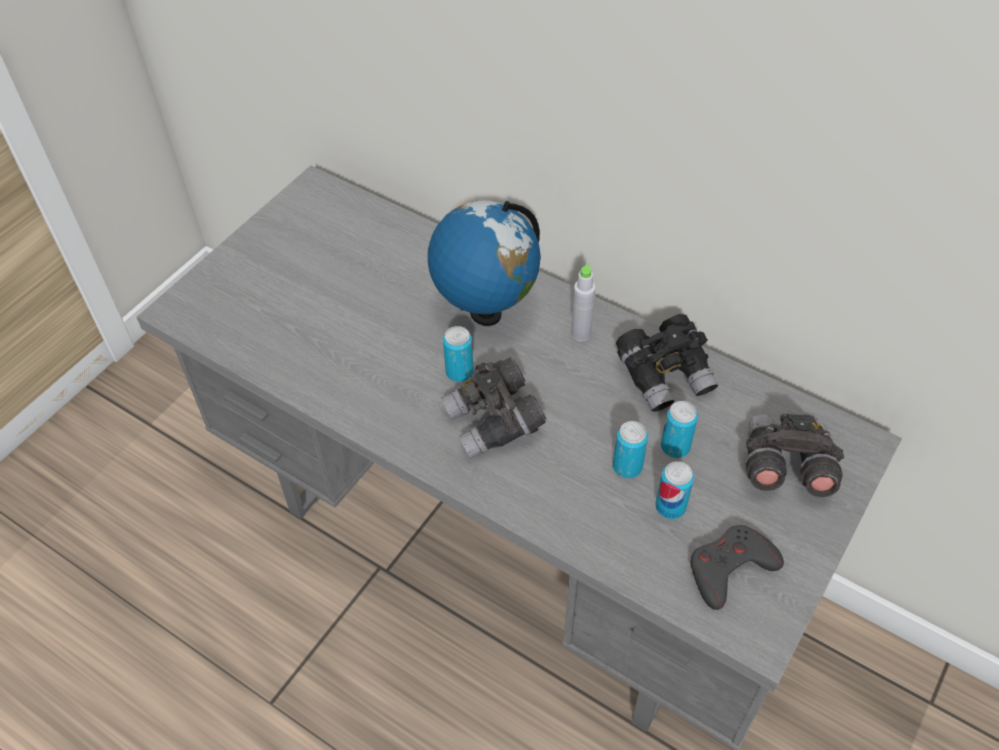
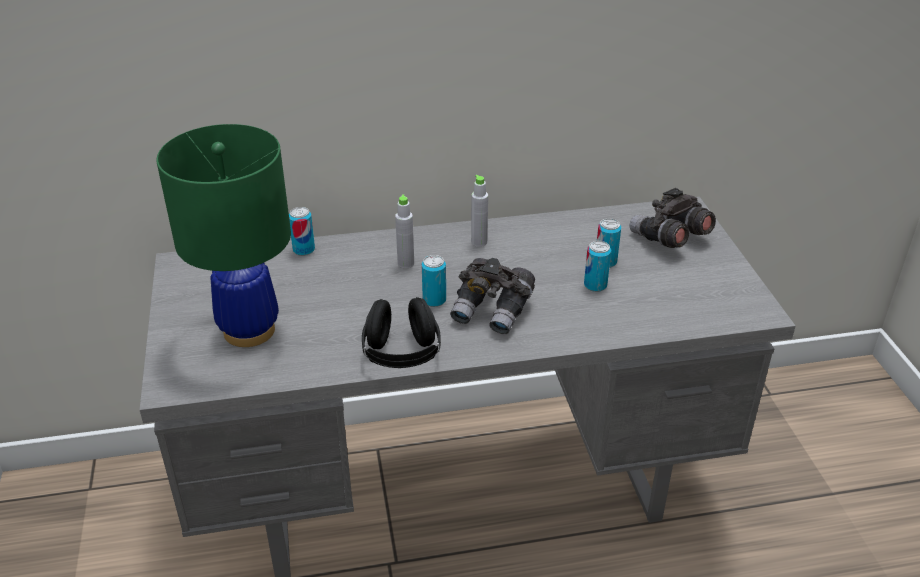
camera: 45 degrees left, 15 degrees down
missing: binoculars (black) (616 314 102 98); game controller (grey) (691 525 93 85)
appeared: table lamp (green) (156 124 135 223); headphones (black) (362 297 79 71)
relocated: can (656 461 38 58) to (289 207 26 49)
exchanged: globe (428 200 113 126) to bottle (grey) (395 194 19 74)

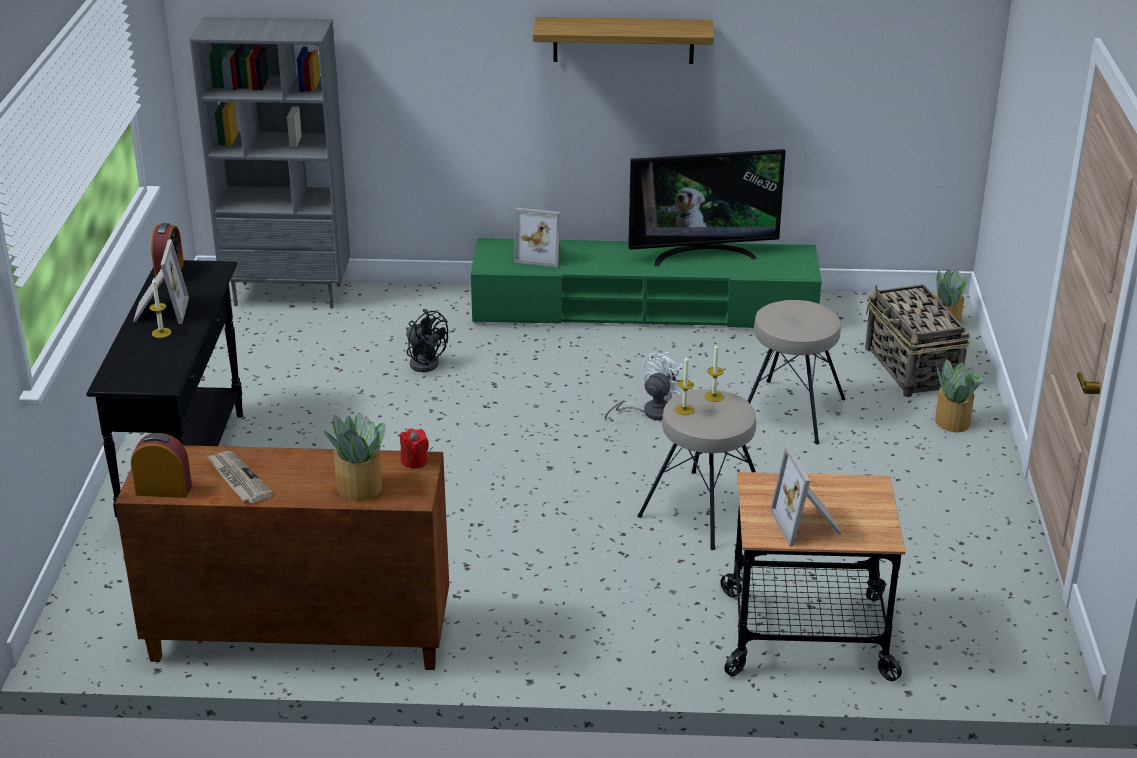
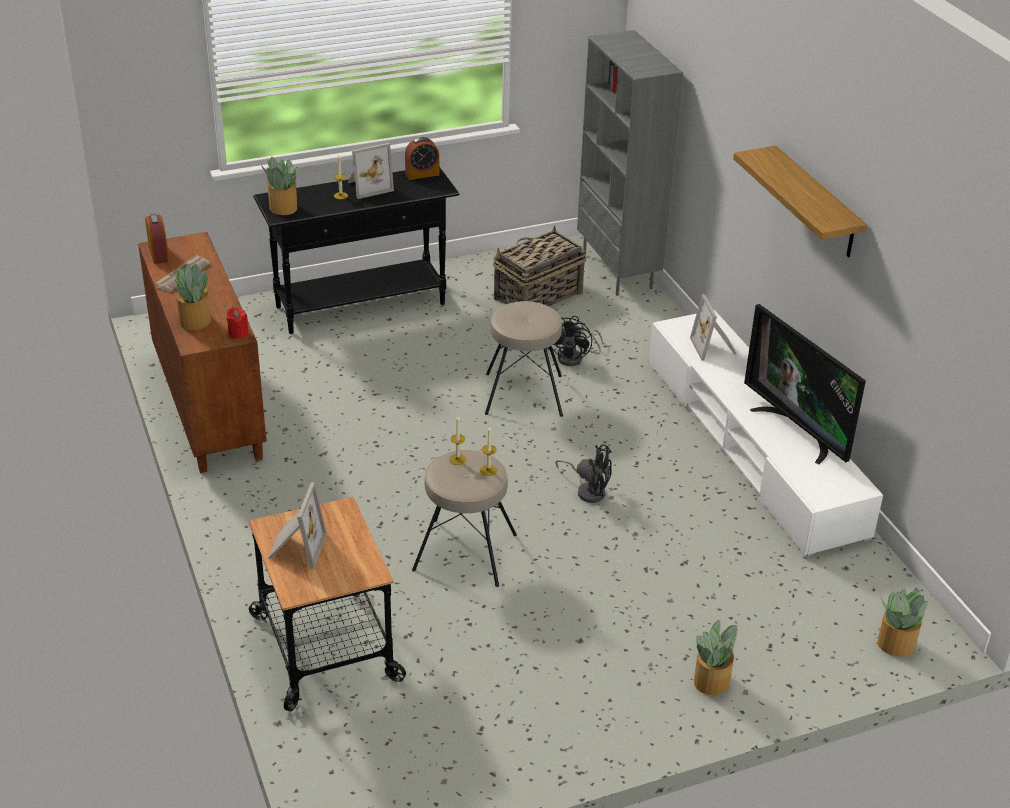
camera: 65 degrees right, 5 degrees up
appeared: potted plant (261 157 37 58)
relocated: stool (beige) (747 300 99 144) to (485 301 78 116); basket (865 284 105 113) to (493 225 93 81)
colour: tv stand (green) (471 238 350 90) to tv stand (white) (649 310 234 247); fan (white) (605 352 84 69) to fan (black) (555 444 57 59)
spun: picture frame (770 446 72 101) = (268 483 59 86) 135 degrees clockwise

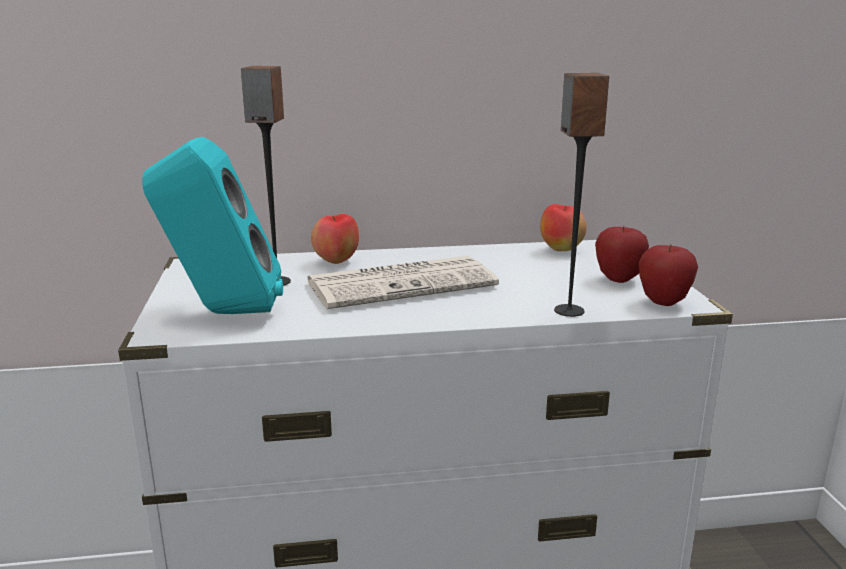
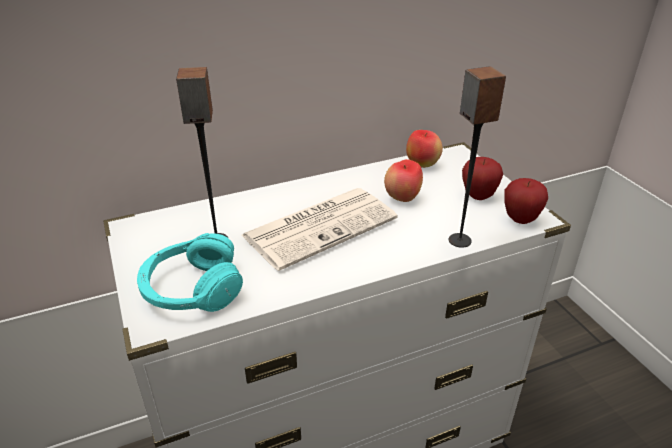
camera: 15 degrees left, 15 degrees up
relocated: apple (311 214 48 50) to (384 159 39 43)
exchanged: speaker (turquoise) (142 137 141 177) to headphones (turquoise) (137 233 106 79)

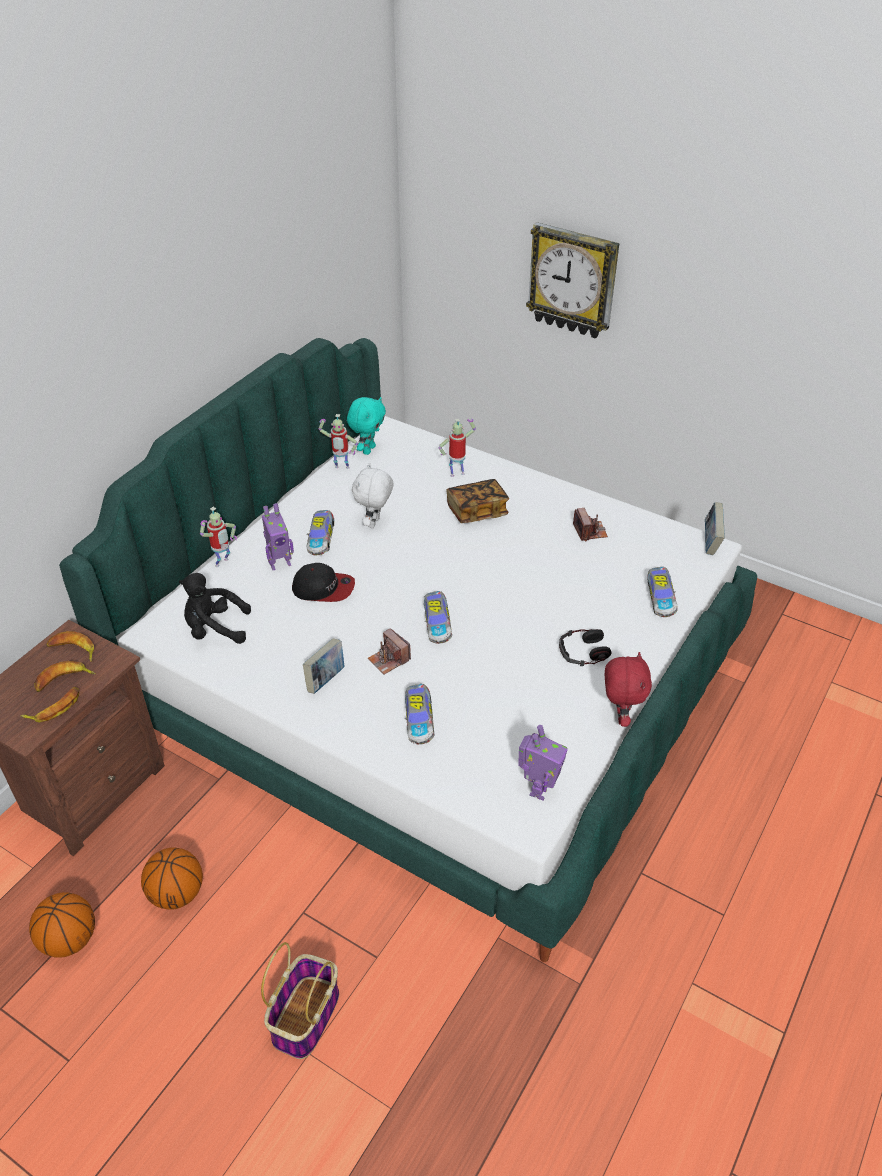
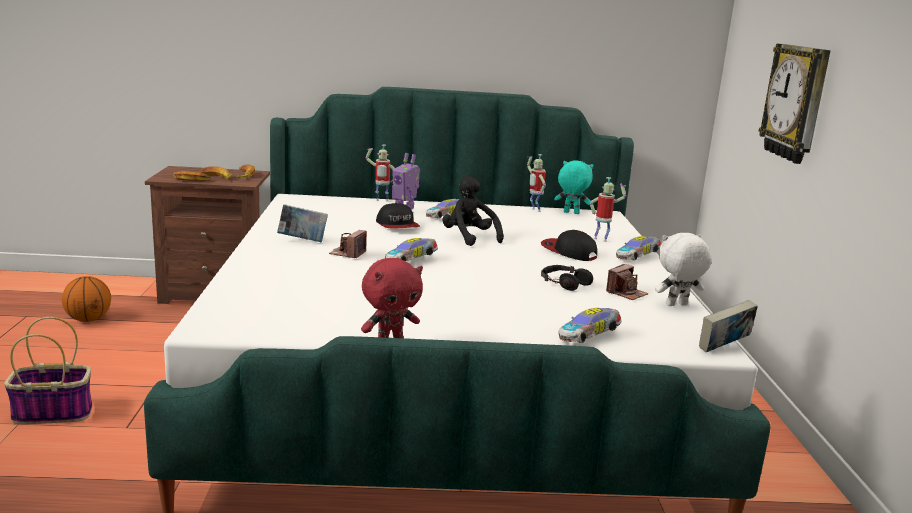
camera: 55 degrees right, 25 degrees down
missing: basketball (141 847 62 63); toy robot (518 725 50 75)
relocated: plush toy (black) (179 573 72 71) to (442 176 62 70); plush toy (white) (352 463 41 65) to (655 233 57 73); toy car (405 684 29 61) to (616 236 45 24); headphones (559 629 52 37) to (541 265 52 26)
exchanged: book (446 479 63 44) to cap (541 230 56 31)
spun: plush toy (turquoise) (347 397 39 58) = (554 160 40 54) 150 degrees counterclockwise

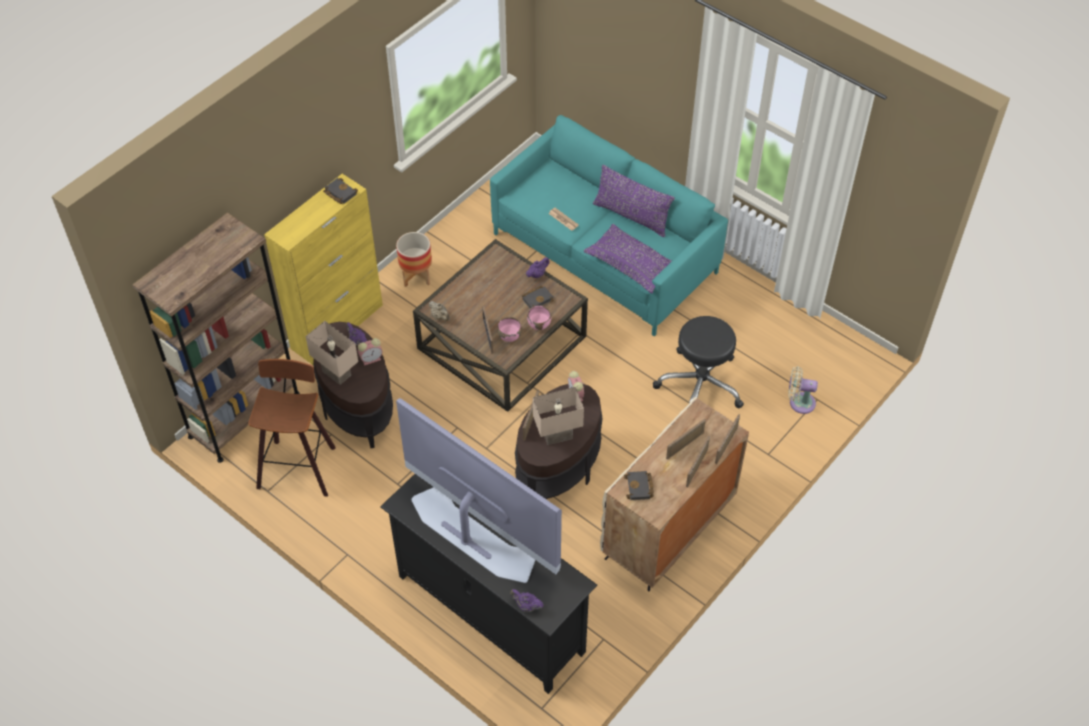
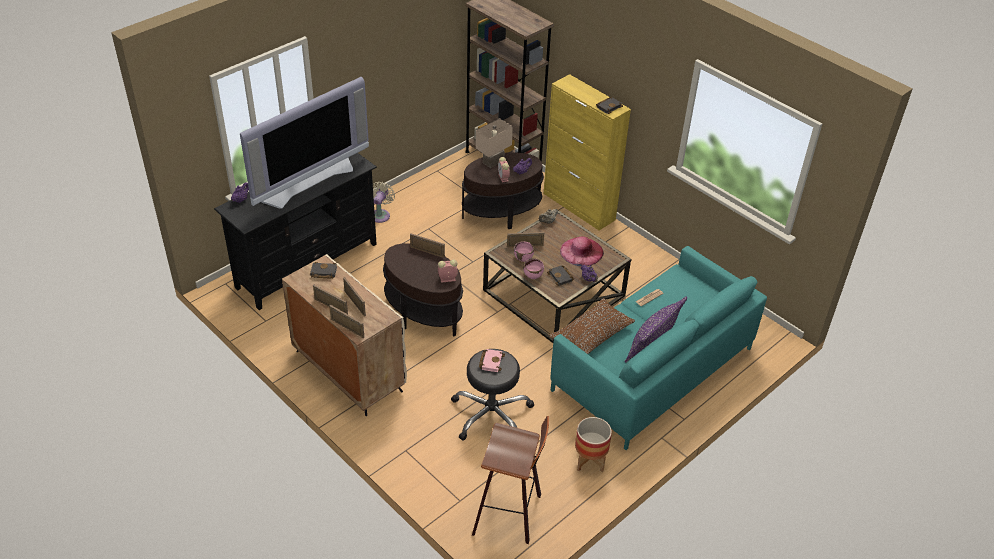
camera: 95 degrees right, 10 degrees down
missing: table lamp (beige) (533 387 51 58)
appeared: book (pink) (479 349 26 23); hat (pink) (560 236 44 30)
relocated: stool (248 359 88 138) to (472 416 77 128); planter (396 232 36 55) to (575 417 37 55); fan (beige) (788 366 30 48) to (373 182 22 41)
colour: pillow (purple) (584 224 88 70) to pillow (brown) (549 298 86 56)

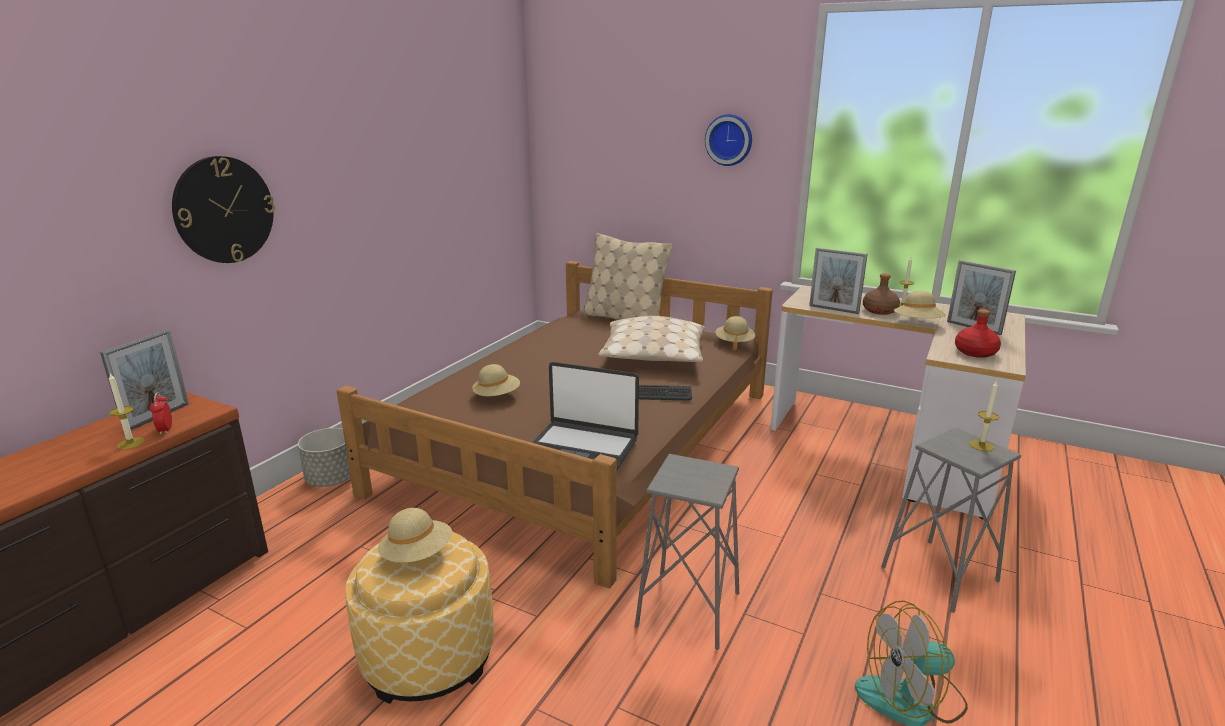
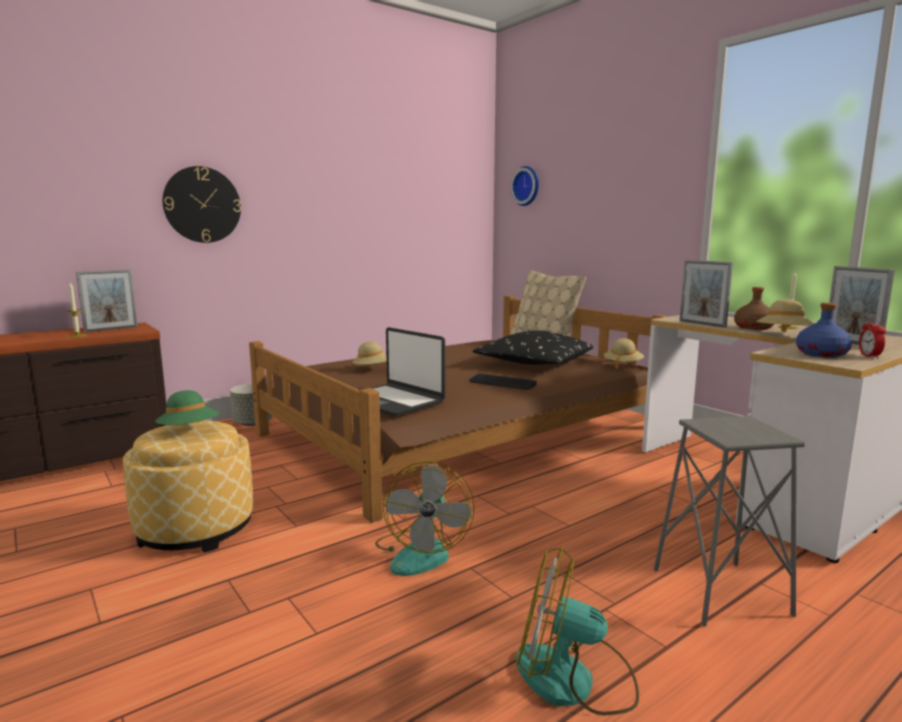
camera: 25 degrees right, 10 degrees down
missing: candle (969 380 30 72)
relocated: alarm clock (150 392 22 43) to (859 318 27 41); wall clock (705 114 47 52) to (511 166 28 40)
exchanged: stool (grey) (635 454 104 196) to fan (375 461 99 115)
colour: hat (beige) (378 508 74 54) to hat (green) (155 390 64 35); pillow (beige) (598 316 107 46) to pillow (black) (472 330 122 35); bottle (red) (955 309 46 49) to bottle (blue) (796 303 56 55)

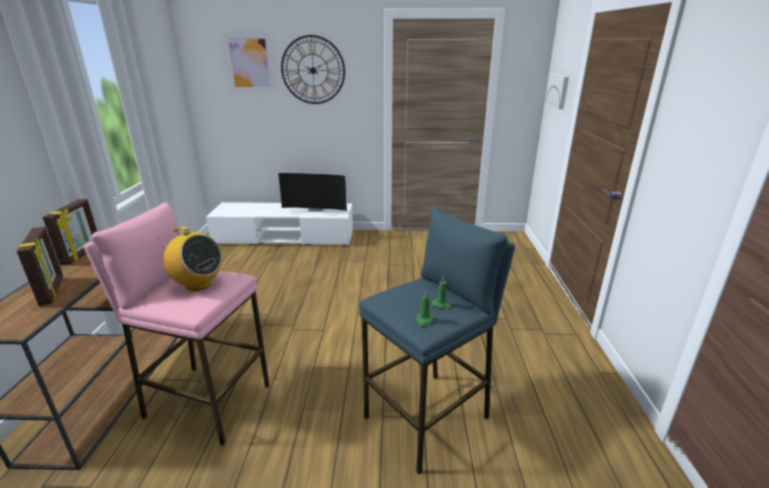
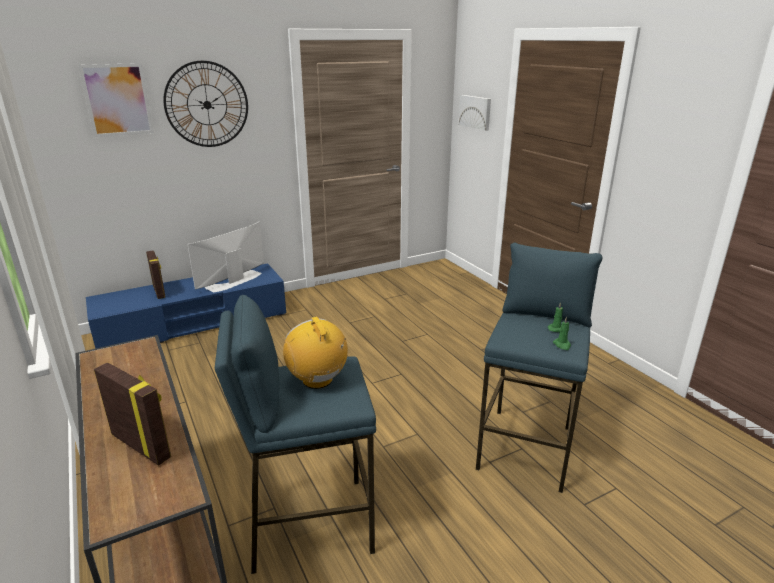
camera: 30 degrees left, 0 degrees up
relocated: picture frame (43 199 55 66) to (146 251 19 48)
colour: stool (pink) (84 202 186 244) to stool (blue) (215 295 161 279); tv stand (white) (206 202 147 44) to tv stand (blue) (86 263 200 86)
spun: radio (158 227 64 64) = (283 317 65 72) 120 degrees counterclockwise; television (278 173 69 43) = (187 222 77 70) 150 degrees clockwise

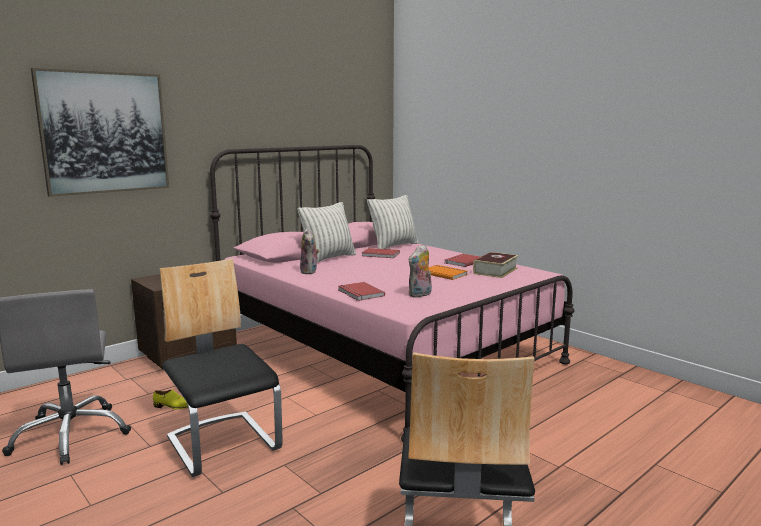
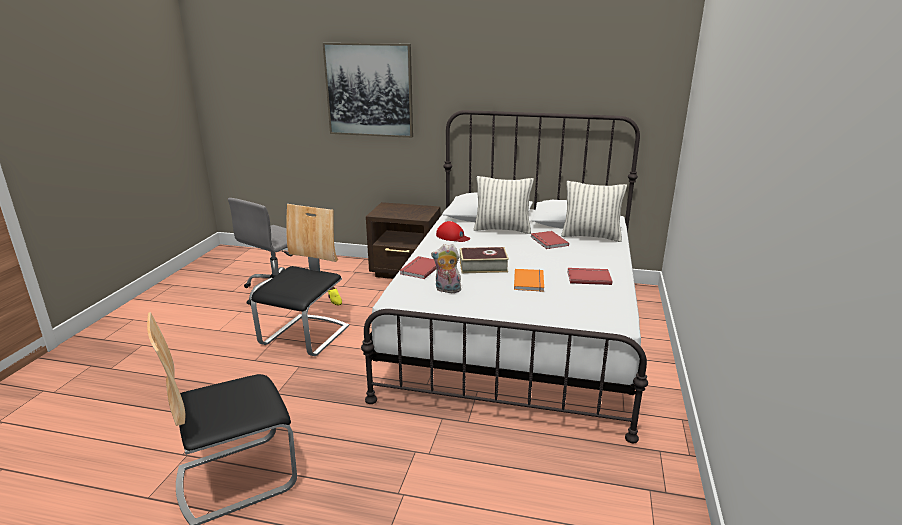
camera: 55 degrees right, 10 degrees up
relocated: book (473 252 45 26) to (460 247 49 26)
exchanged: plush toy (300 228 19 46) to cap (red) (436 221 35 21)
colour: bed (pink) (210 145 365 297) to bed (white) (361 110 287 333)

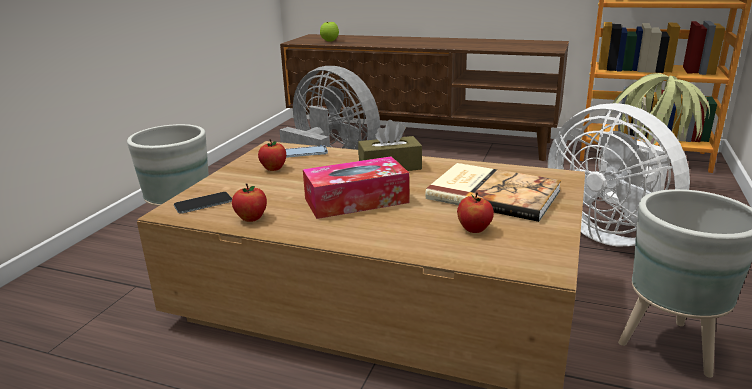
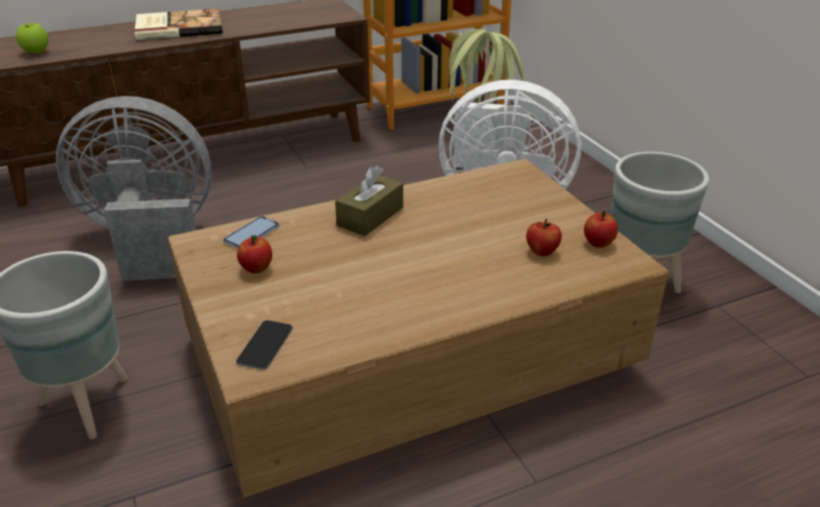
camera: 45 degrees left, 10 degrees up
missing: tissue box (303 156 106 63)
relocated: apple (232 184 35 38) to (584 211 34 37); book (425 163 136 59) to (135 8 88 32)

